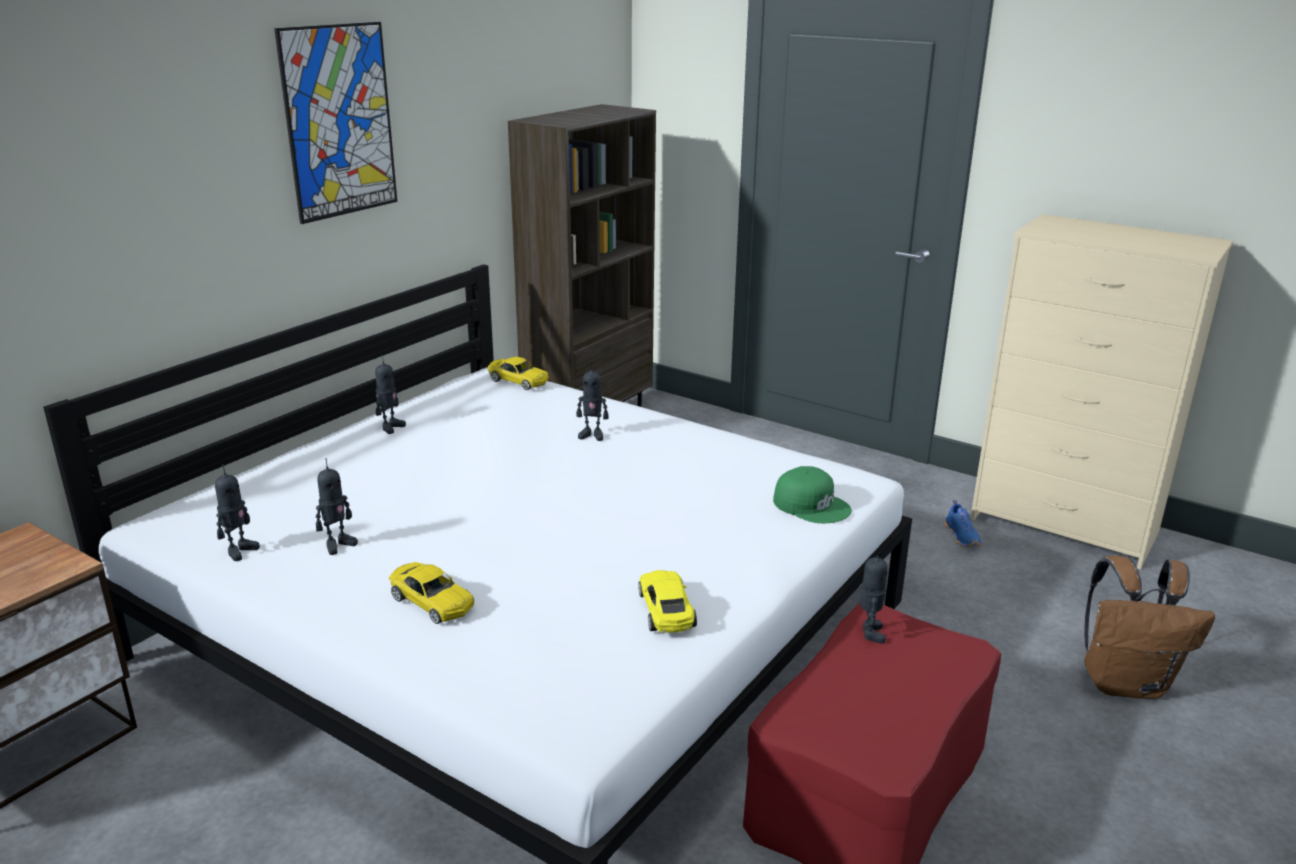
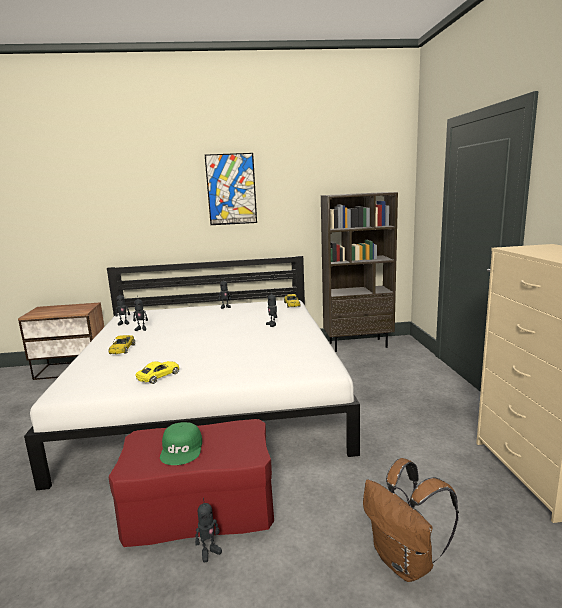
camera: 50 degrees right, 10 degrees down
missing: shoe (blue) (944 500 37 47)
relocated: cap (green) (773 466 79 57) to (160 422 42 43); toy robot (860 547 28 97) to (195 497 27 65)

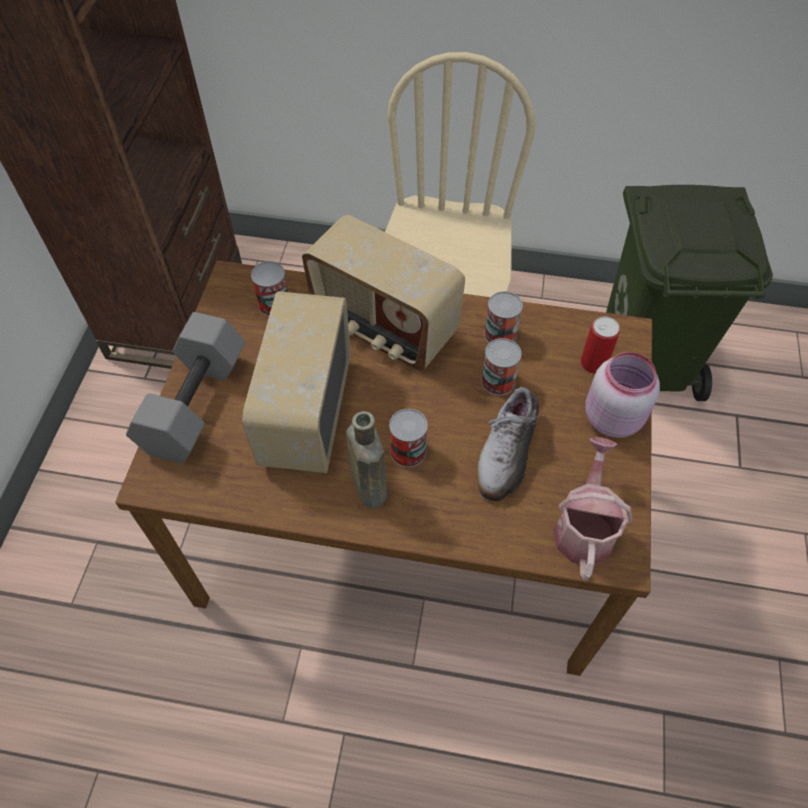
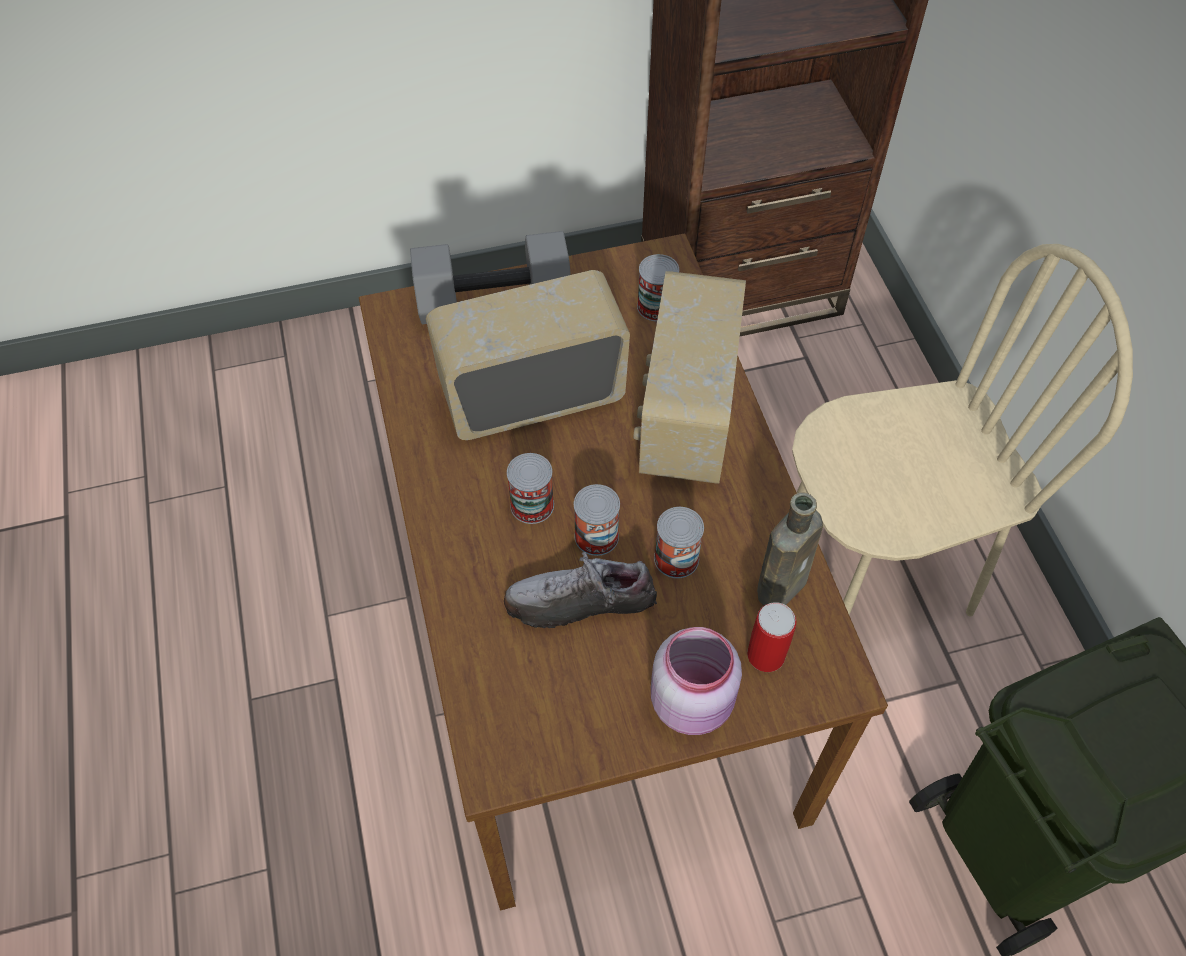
camera: 65 degrees right, 0 degrees up
missing: watering can (553 437 79 144)
relocated: bottle (brown) (346 411 41 98) to (757 492 66 113); can (484 291 39 52) to (574 484 46 72)

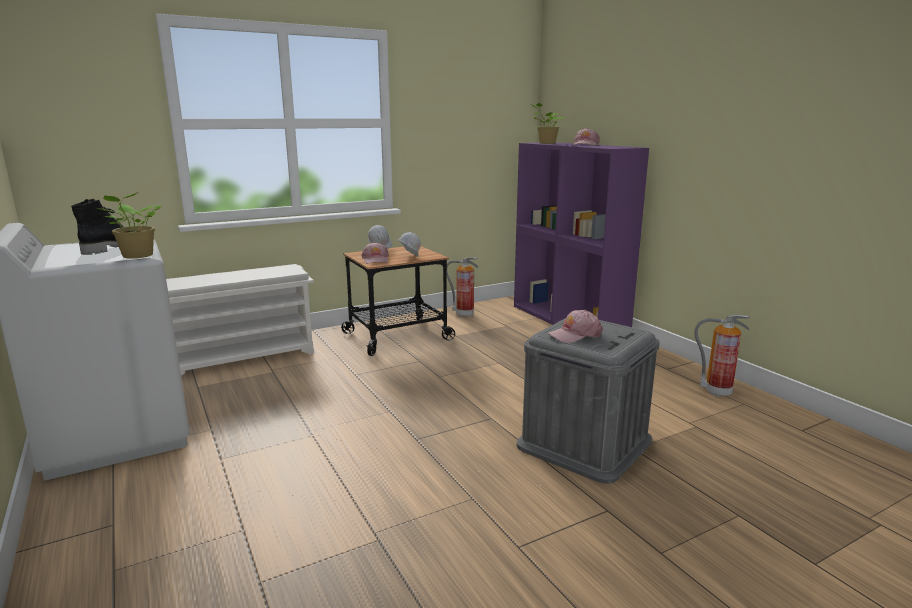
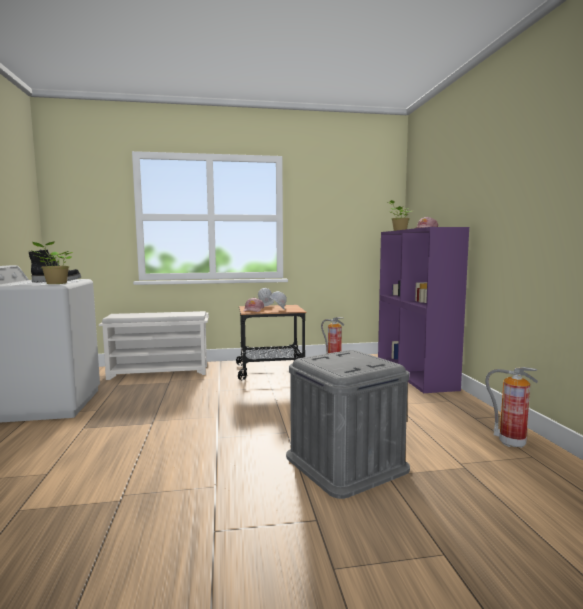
camera: 20 degrees right, 10 degrees down
missing: cap (pink) (548 310 55 33)

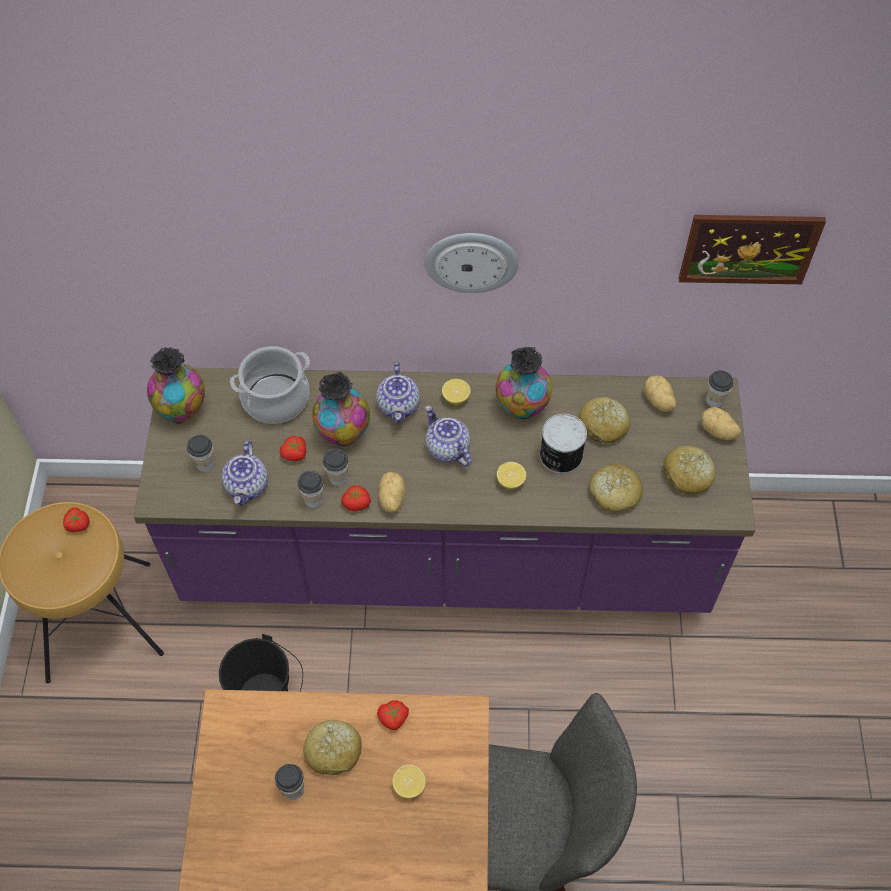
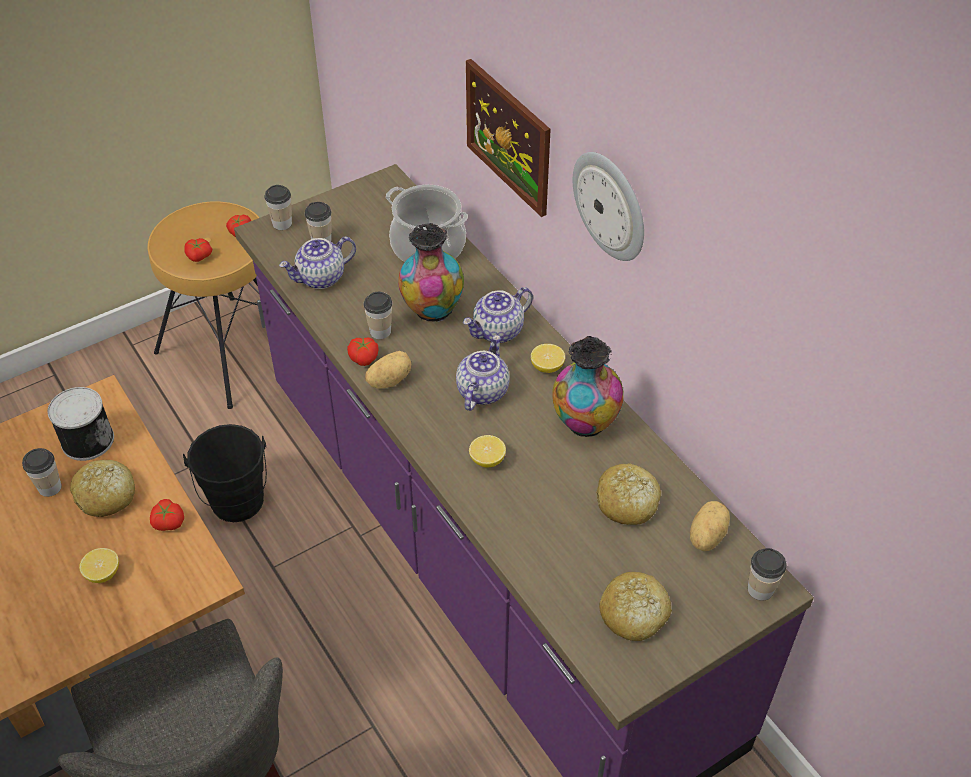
camera: 55 degrees right, 10 degrees down
missing: vase (147 347 58 77); bread (589 464 54 48); potato (701 407 40 34)
relocated: tomato (280 436 26 25) to (184 238 28 24); cup (298 471 26 37) to (264 185 28 45); can (540 414 47 60) to (48 387 66 74); picture (679 215 147 69) to (466 59 85 158)

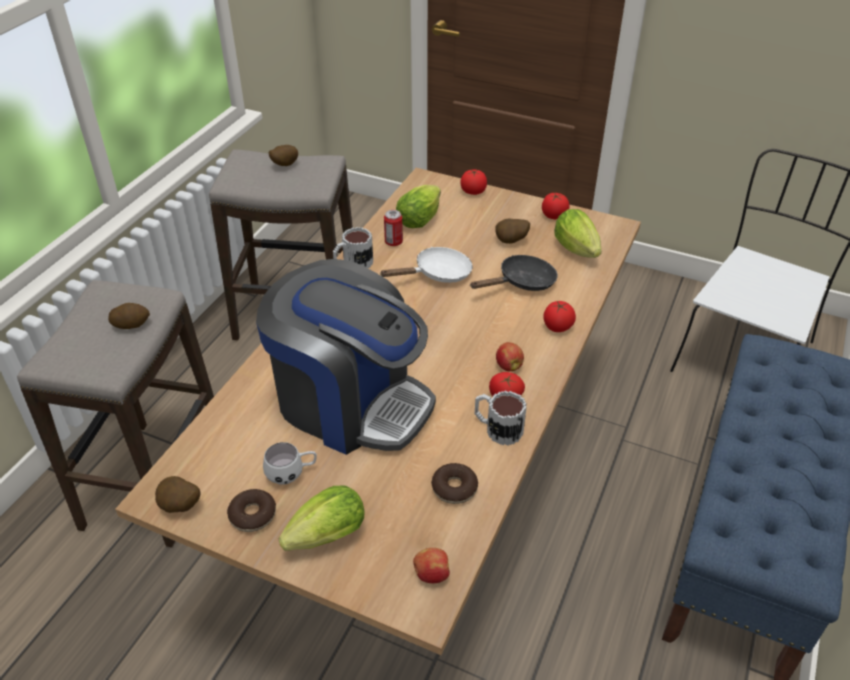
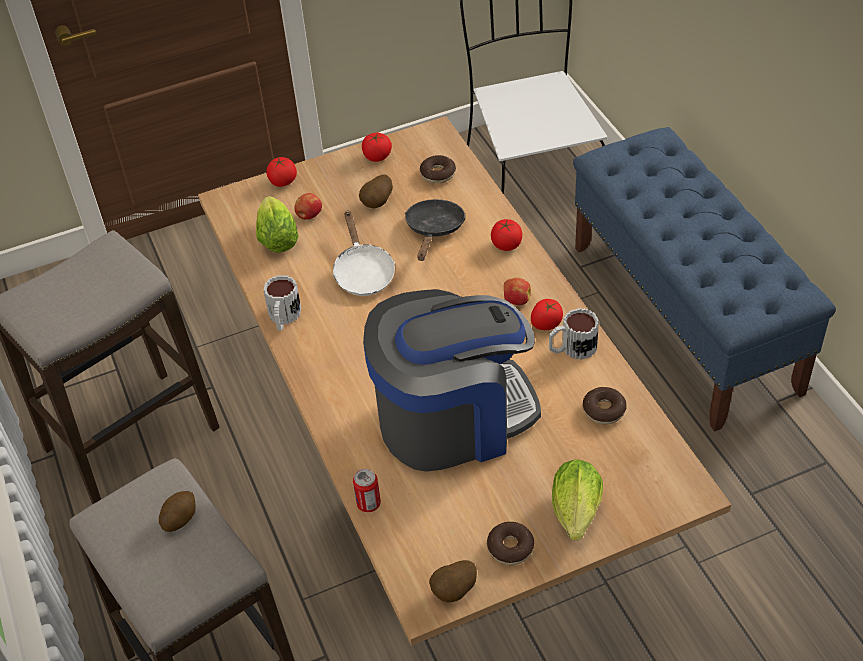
camera: 45 degrees left, 5 degrees up
missing: mug (white) (263 442 54 43); potato (269 145 29 21)
relocated: can (384 210 19 36) to (353 469 28 43); apple (413 548 37 35) to (295 193 27 27)
exchanged: lettuce (554 209 48 49) to donut (420 155 36 28)
spun: frying pan (white) (380 247 93 36) = (332 212 63 84) 150 degrees clockwise

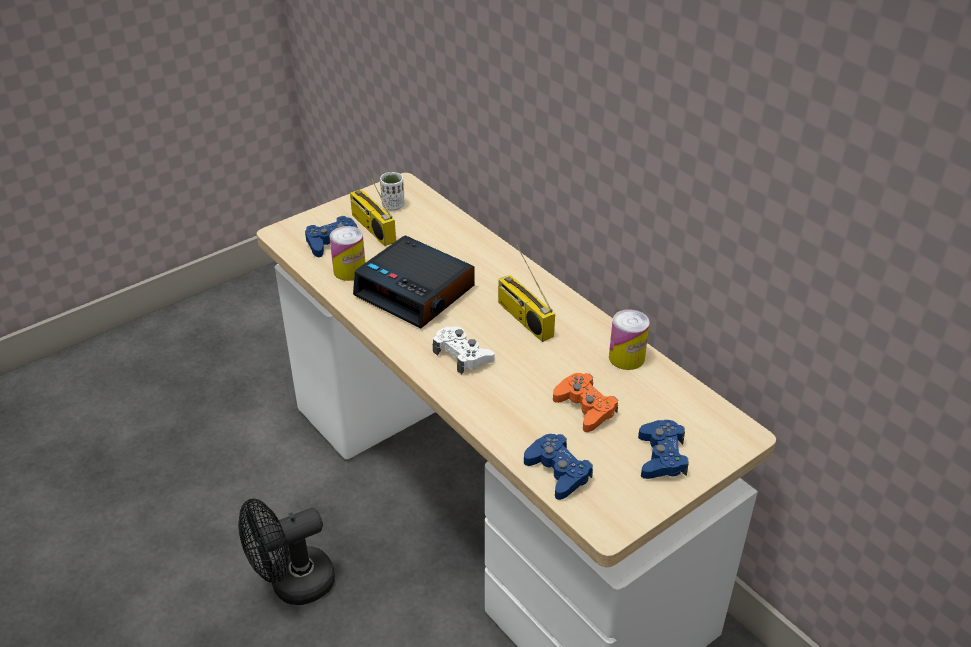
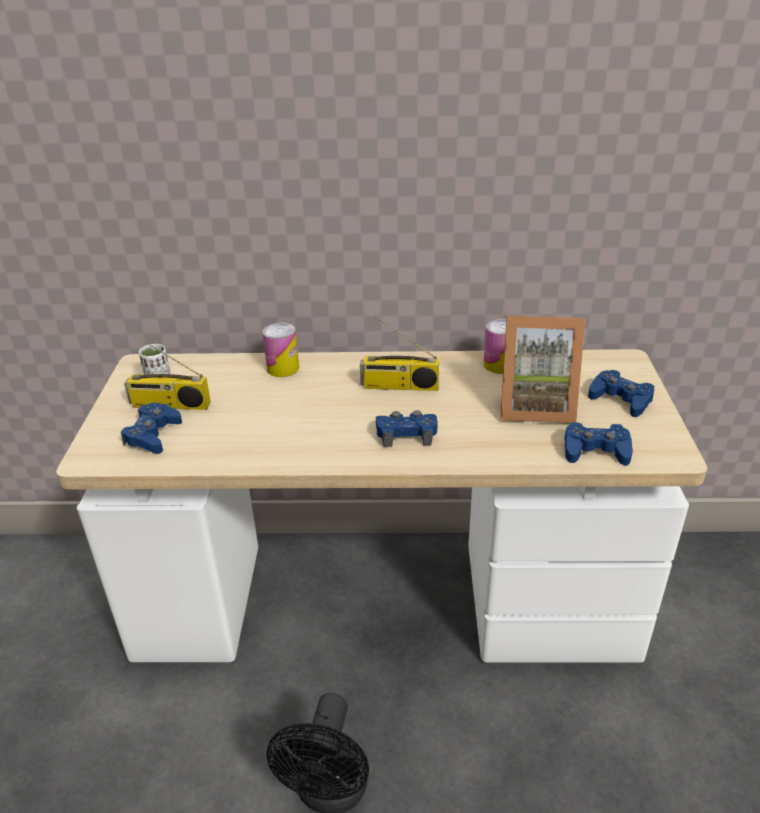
camera: 50 degrees left, 5 degrees down
missing: alarm clock (353 235 122 93)
relocated: can (330 226 35 55) to (262 323 37 54)
exchanged: game controller (orange) (553 373 65 59) to picture frame (500 316 86 108)
colour: game controller (white) (433 326 62 48) to game controller (blue) (376 410 62 37)

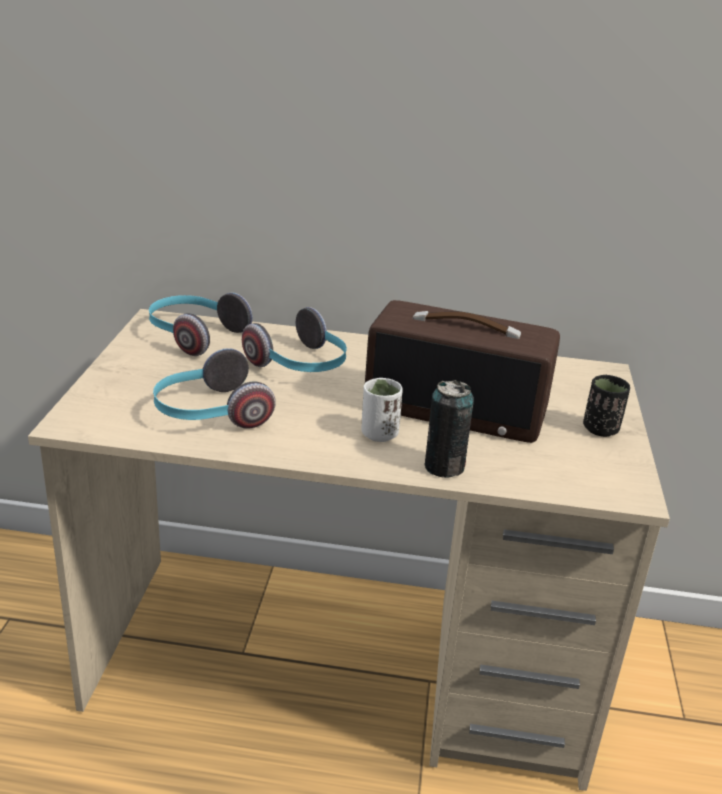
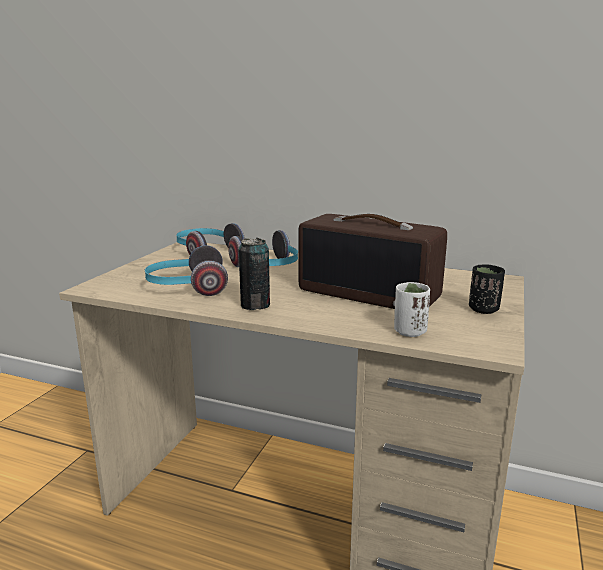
camera: 15 degrees right, 10 degrees down
relocated: cup (white) (361 378 42 64) to (394 282 36 55); can (424 380 50 98) to (239 238 31 72)

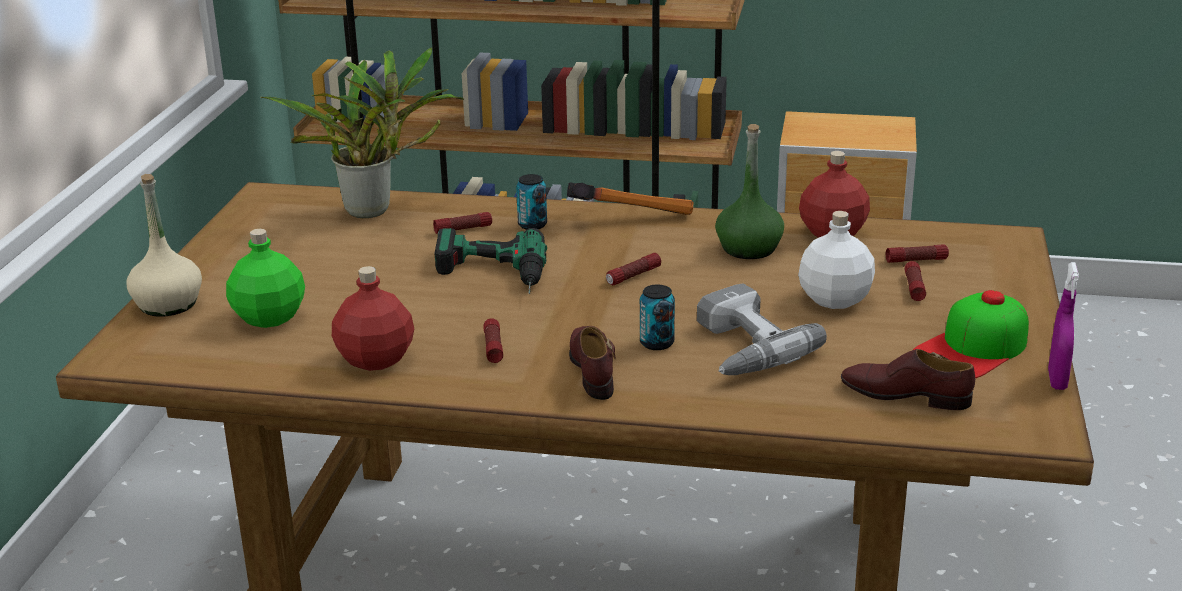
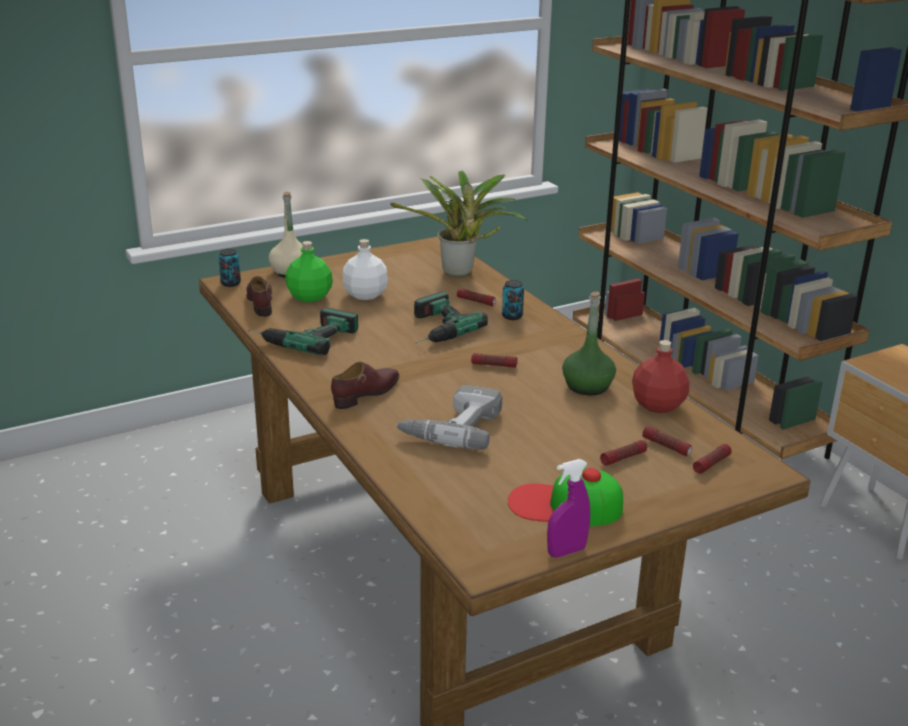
camera: 50 degrees right, 0 degrees up
missing: hammer (567 182 126 33)
relocated: flashlight (483 318 20 45) to (693 444 39 30); can (640 285 35 65) to (218 249 23 38); bottle (white) (798 211 77 98) to (342 239 46 61); shoe (brown) (841 349 134 61) to (246 276 26 41)
exchanged: bottle (red) (332 266 82 105) to power drill (248 308 110 47)

